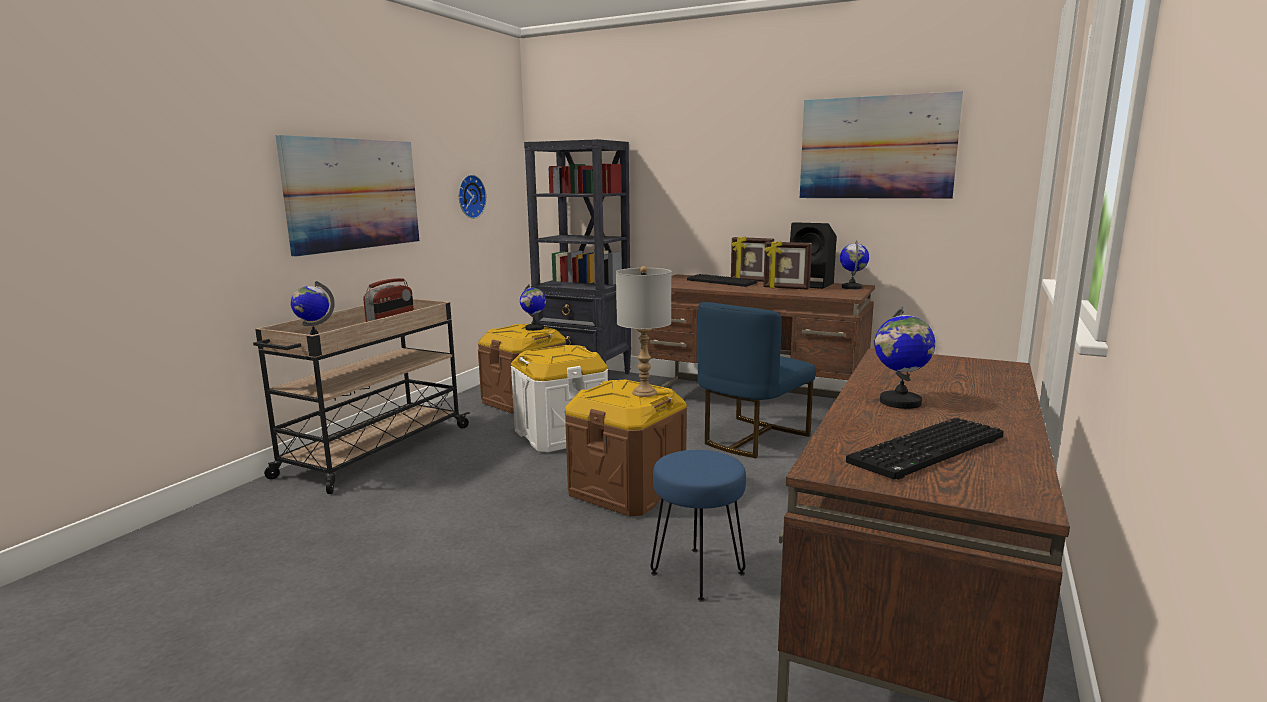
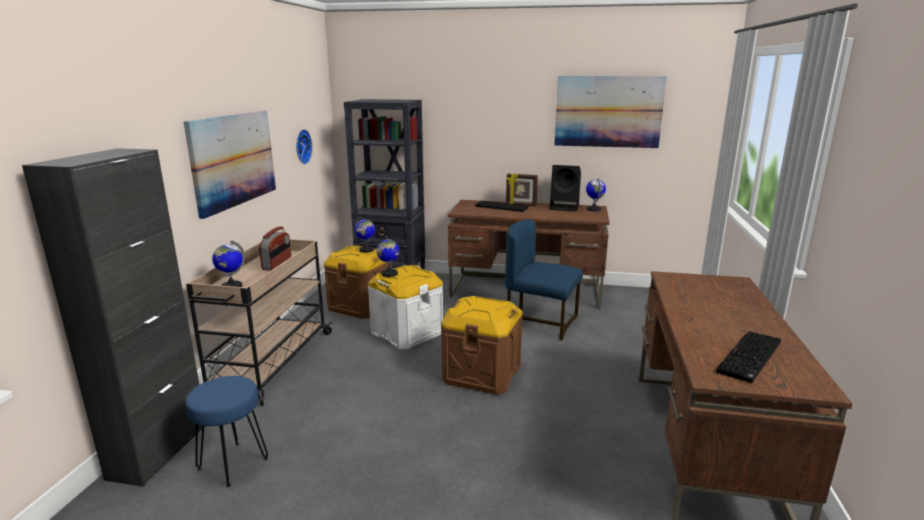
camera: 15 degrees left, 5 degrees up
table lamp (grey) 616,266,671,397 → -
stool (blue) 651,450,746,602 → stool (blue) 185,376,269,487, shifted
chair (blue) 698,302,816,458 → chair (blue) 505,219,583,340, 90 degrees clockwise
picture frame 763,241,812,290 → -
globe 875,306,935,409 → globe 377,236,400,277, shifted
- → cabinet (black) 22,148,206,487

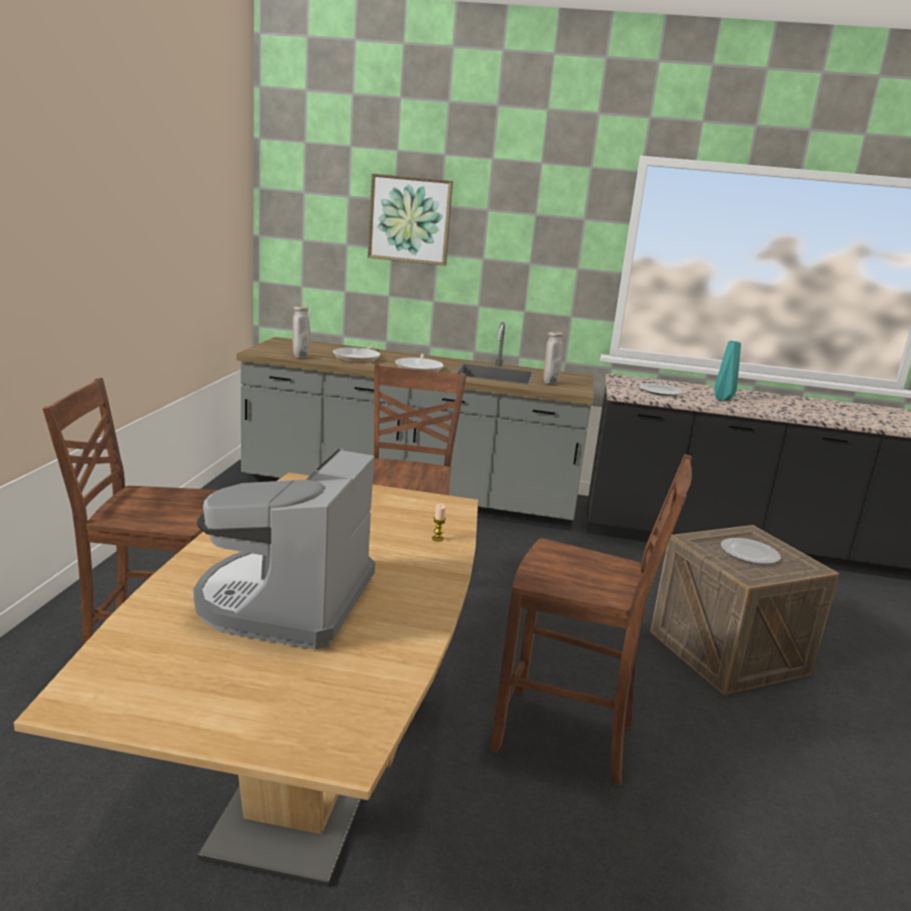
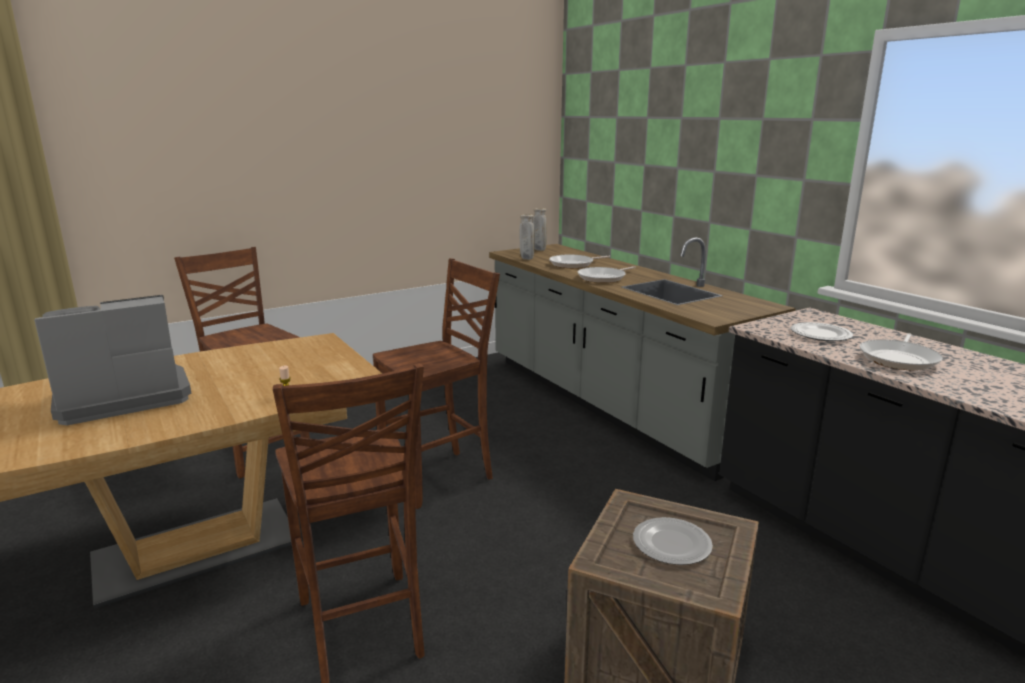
camera: 50 degrees right, 0 degrees up
picture 368,173,453,266 → -
vase (beige) 544,332,564,384 → vase (beige) 533,208,547,251, shifted
vase (turquoise) 714,341,741,401 → frying pan 859,333,943,371

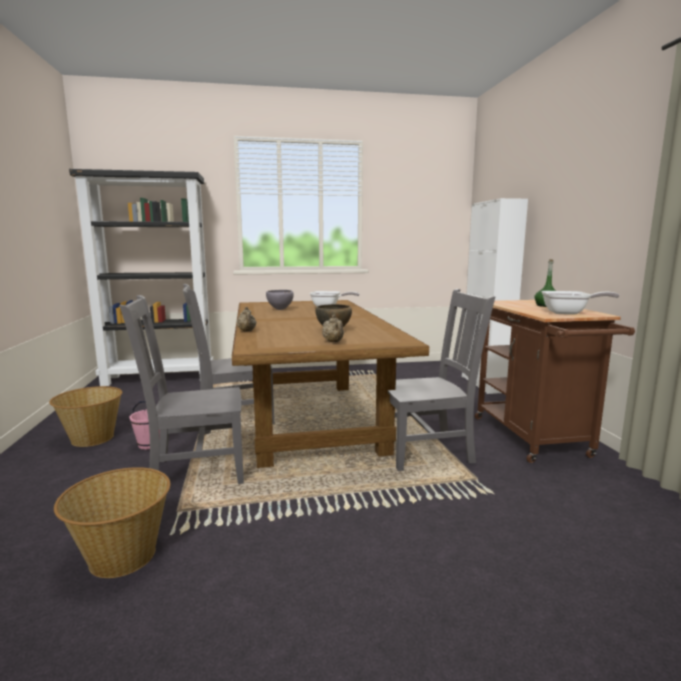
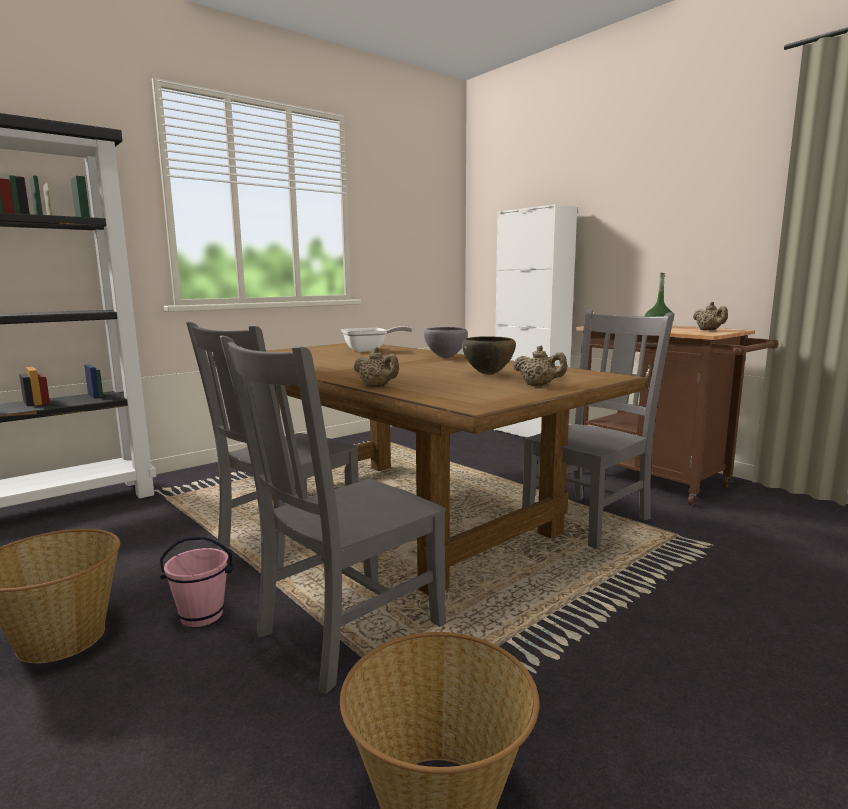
camera: 30 degrees left, 0 degrees up
bowl (grey) 266,290,294,310 → bowl (grey) 424,327,468,358, shifted
frying pan 541,291,619,315 → teapot (beige) 693,302,728,330

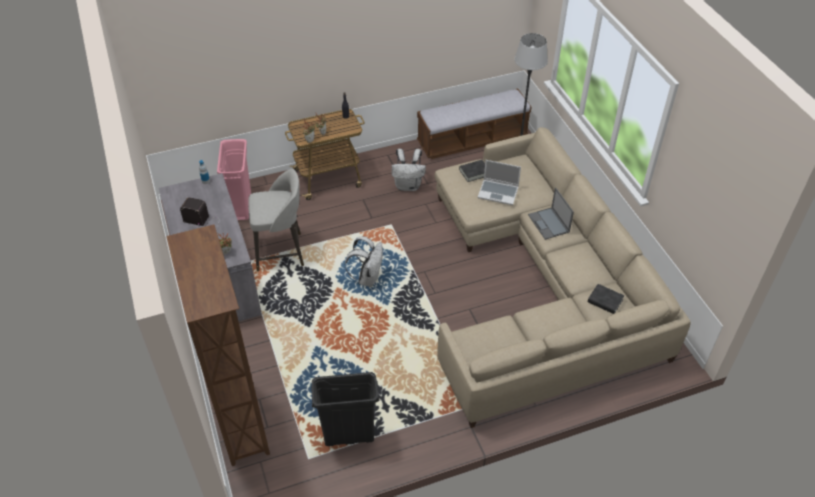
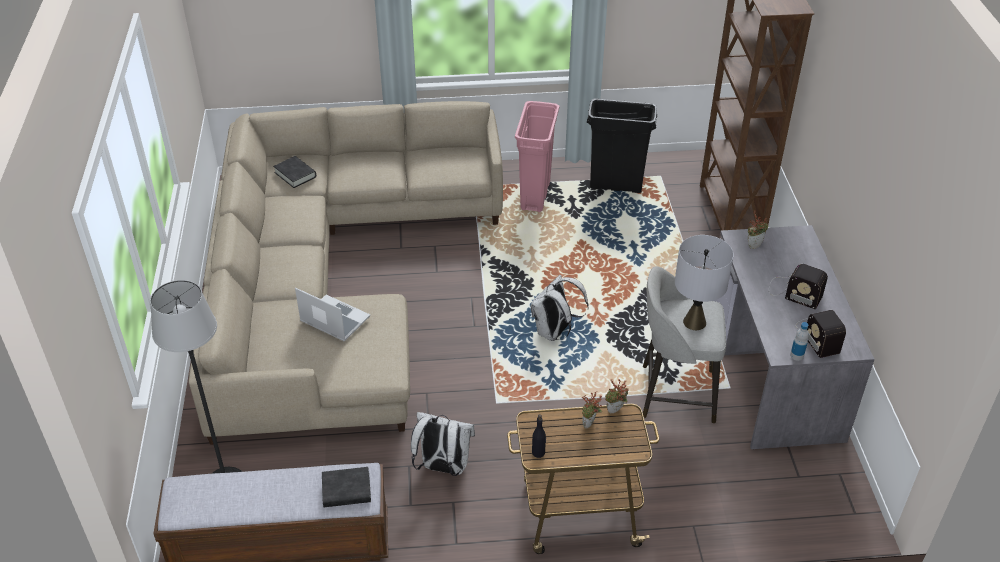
camera: 165 degrees left, 5 degrees down
trash can (pink) 217,139,251,220 → trash can (pink) 515,101,559,212, shifted
book (black) 459,160,485,182 → book (black) 322,467,371,507, shifted
laptop 528,187,574,240 → -
- → table lamp (grey) 675,235,734,330
- → radio 796,310,846,358

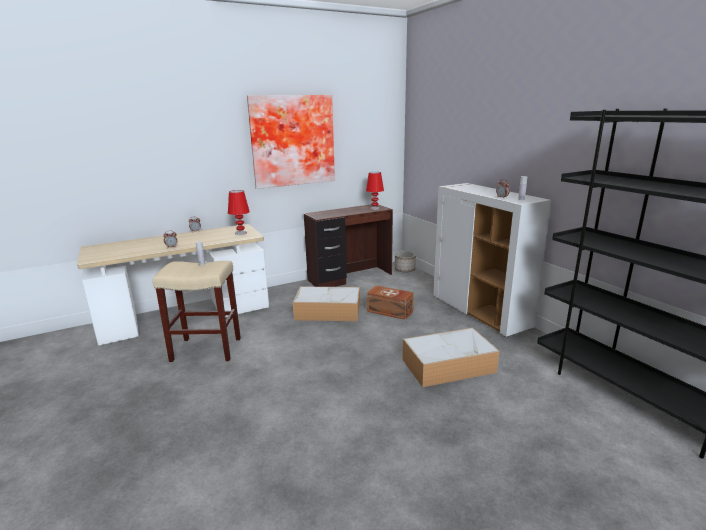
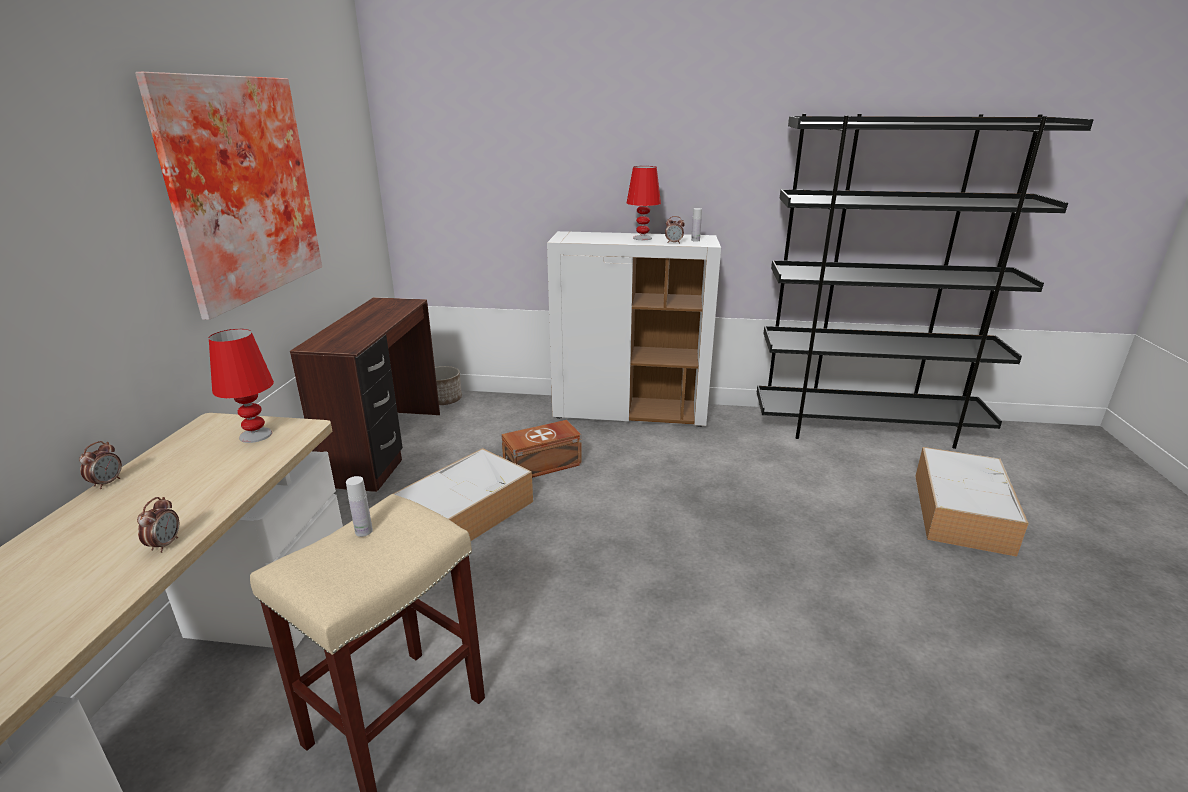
camera: 55 degrees left, 5 degrees up
table lamp (red) 366,172,384,210 → table lamp (red) 627,166,661,240, shifted
storage box 402,328,500,387 → storage box 915,447,1029,557, shifted

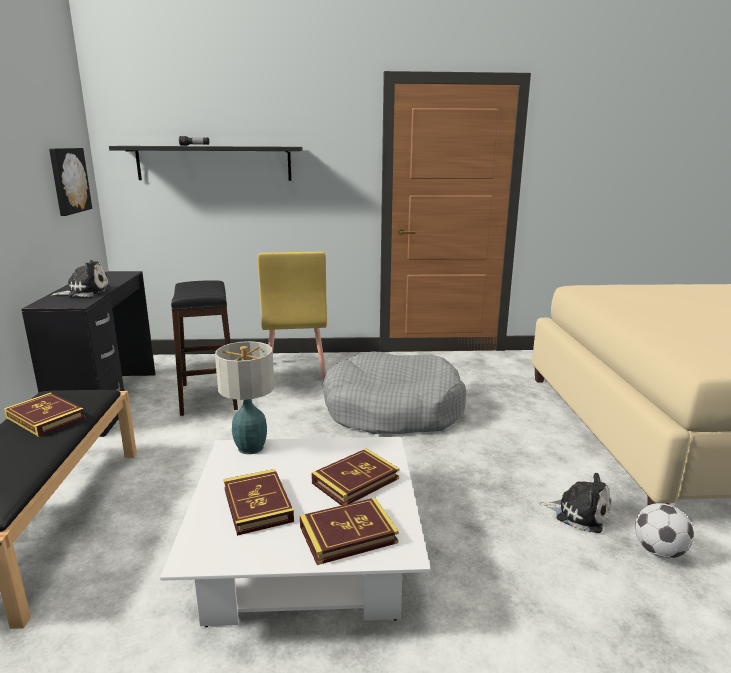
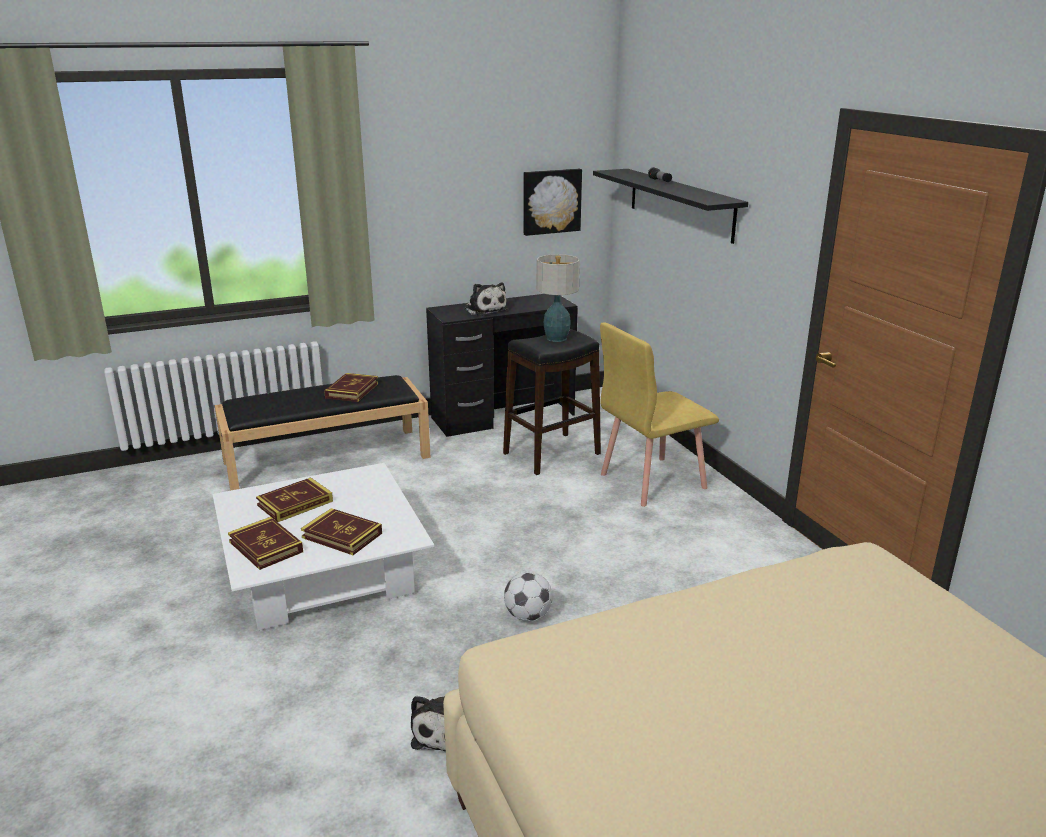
camera: 70 degrees right, 5 degrees up
table lamp 215,341,274,454 → table lamp 536,254,580,342, shifted
dog bed (grey) 322,351,466,434 → -
football 635,503,694,558 → football 504,572,553,621, shifted

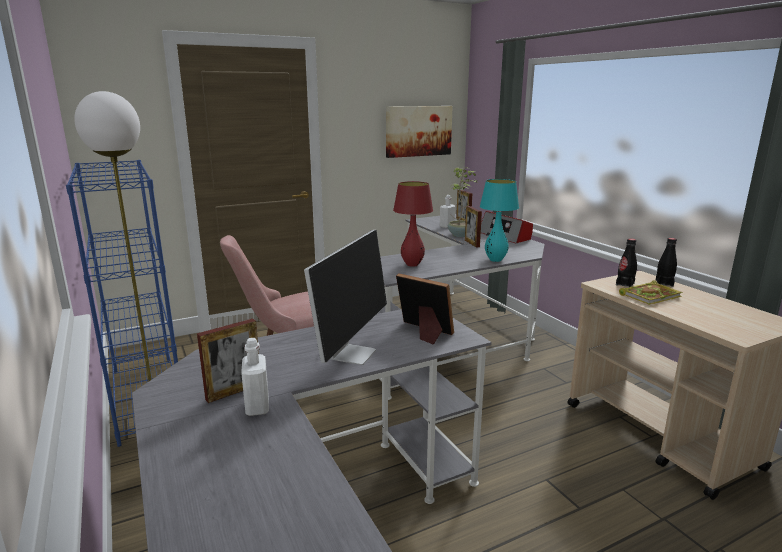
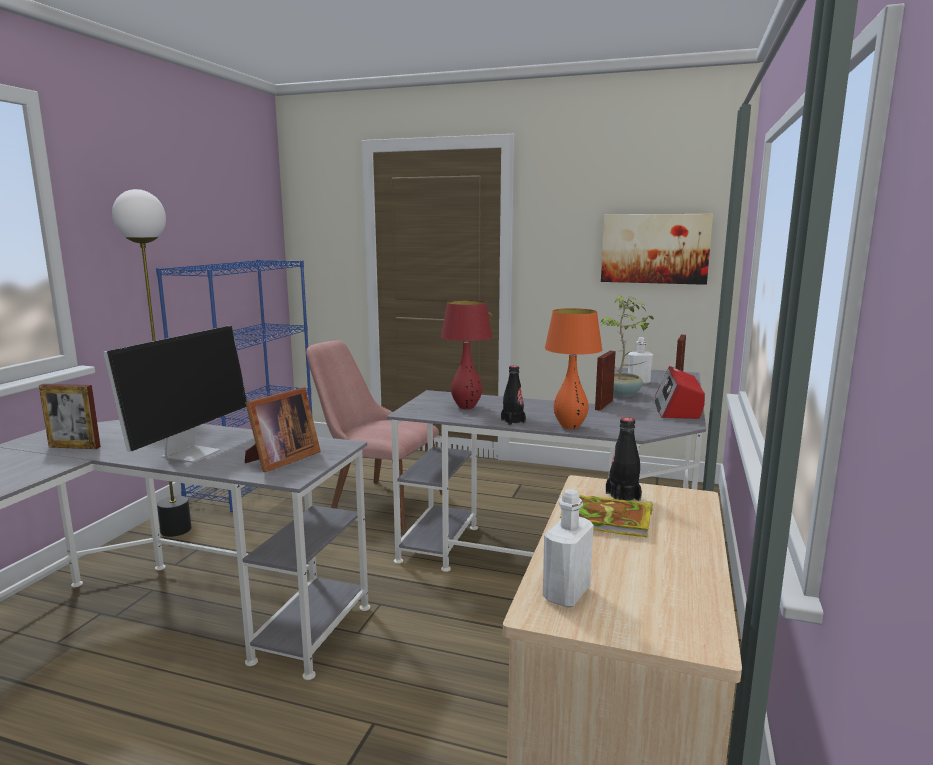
camera: 45 degrees right, 5 degrees down
bottle (white) 241,338,269,416 → bottle (white) 543,489,594,608, shifted
monitor 304,230,387,365 → monitor 103,325,247,463, 45 degrees counterclockwise
picture frame 396,273,454,345 → picture frame 245,387,321,472, 45 degrees clockwise
table lamp (turquoise) 480,179,519,262 → table lamp (orange) 545,308,603,429
bottle (black) 655,238,677,287 → bottle (black) 501,366,526,425, shifted

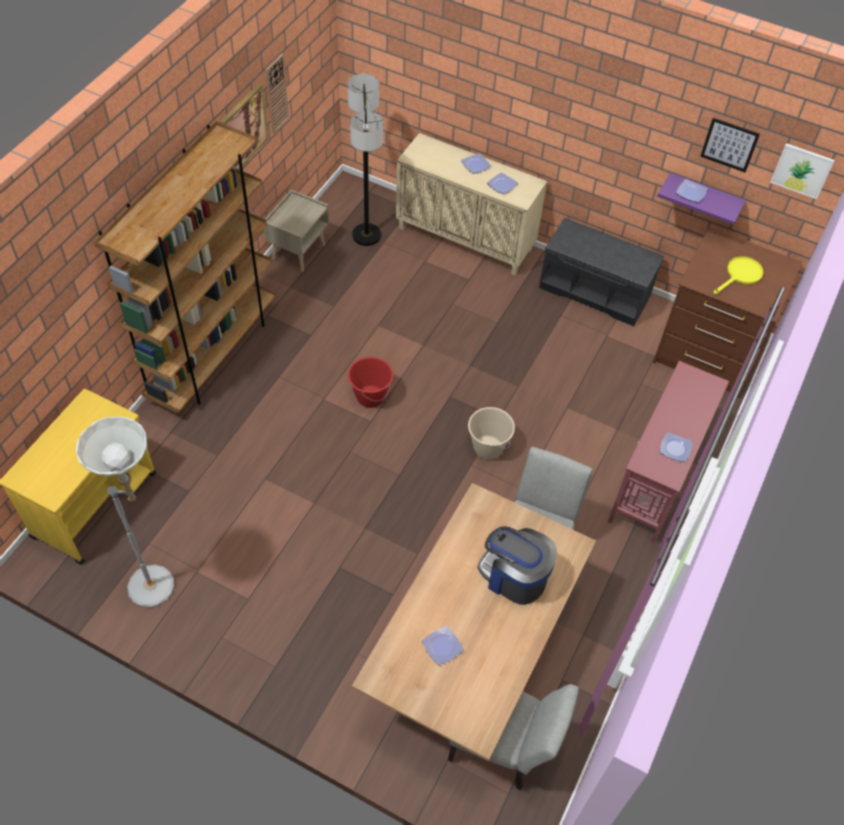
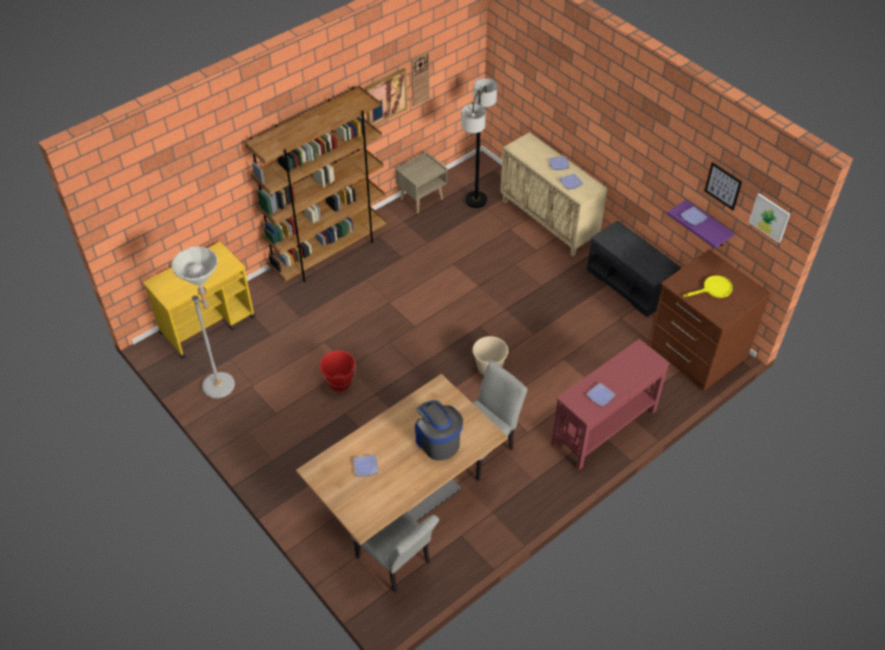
camera: 25 degrees right, 5 degrees down
bucket (red) 348,357,393,408 → bucket (red) 319,351,356,392, shifted

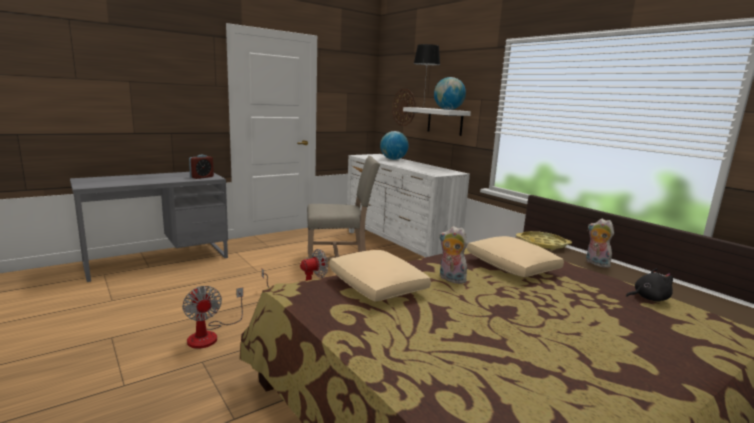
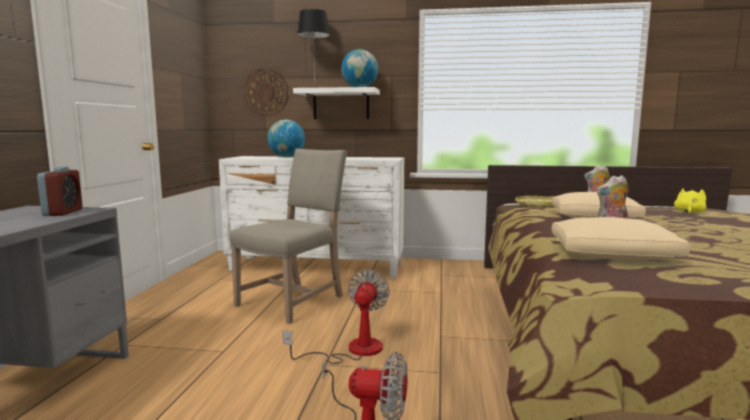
camera: 45 degrees left, 5 degrees down
plush toy (black) 626,268,673,302 → plush toy (yellow) 674,188,707,214

